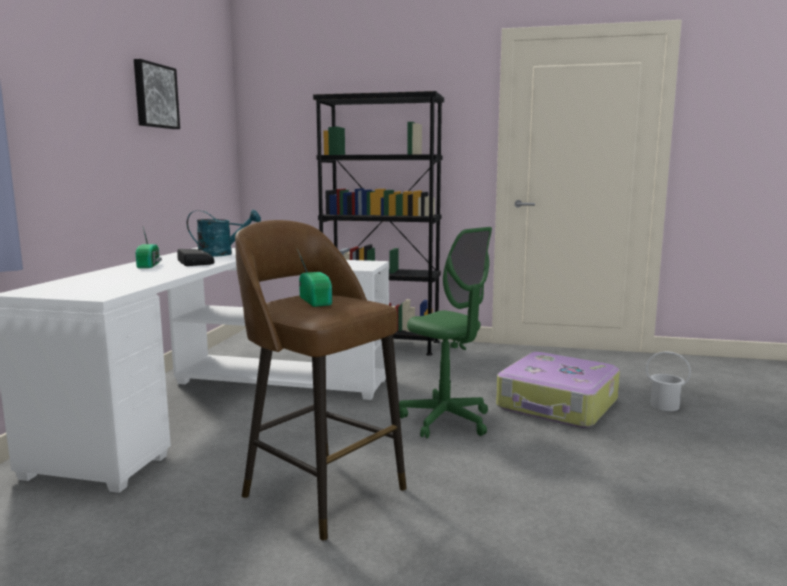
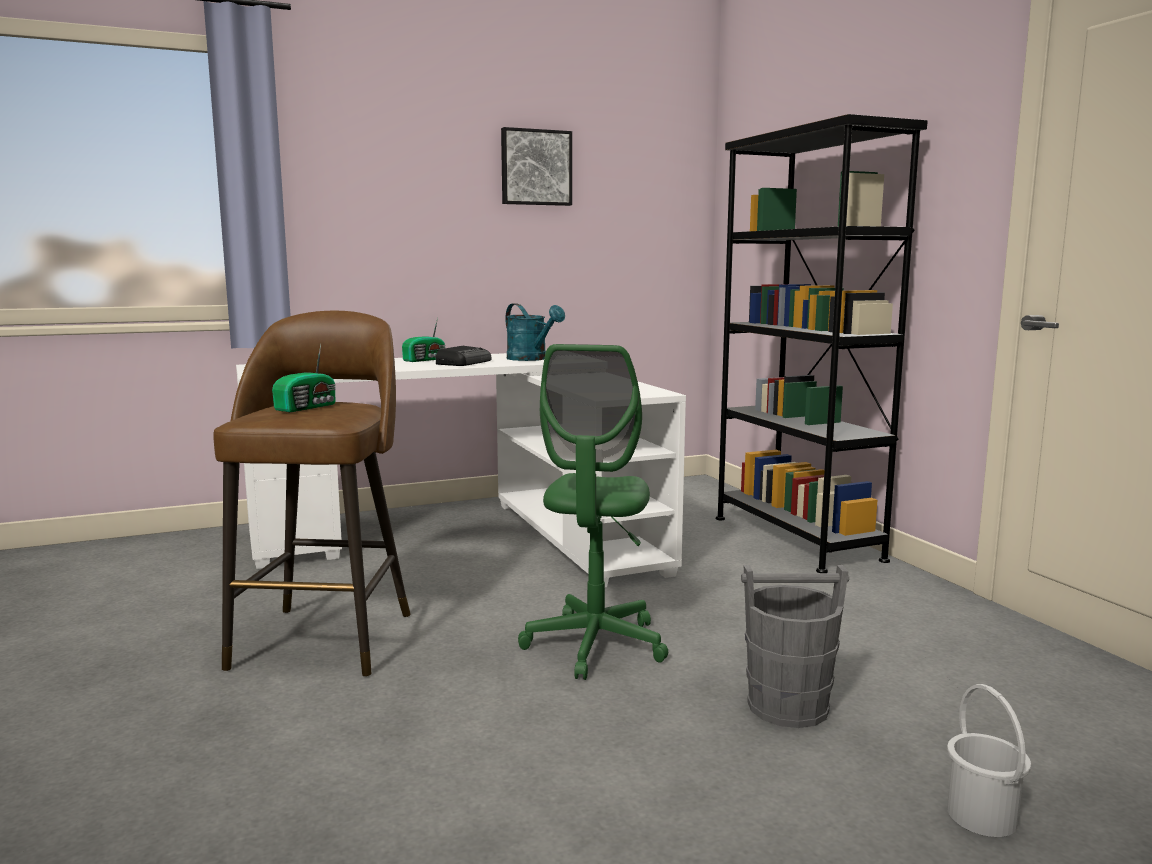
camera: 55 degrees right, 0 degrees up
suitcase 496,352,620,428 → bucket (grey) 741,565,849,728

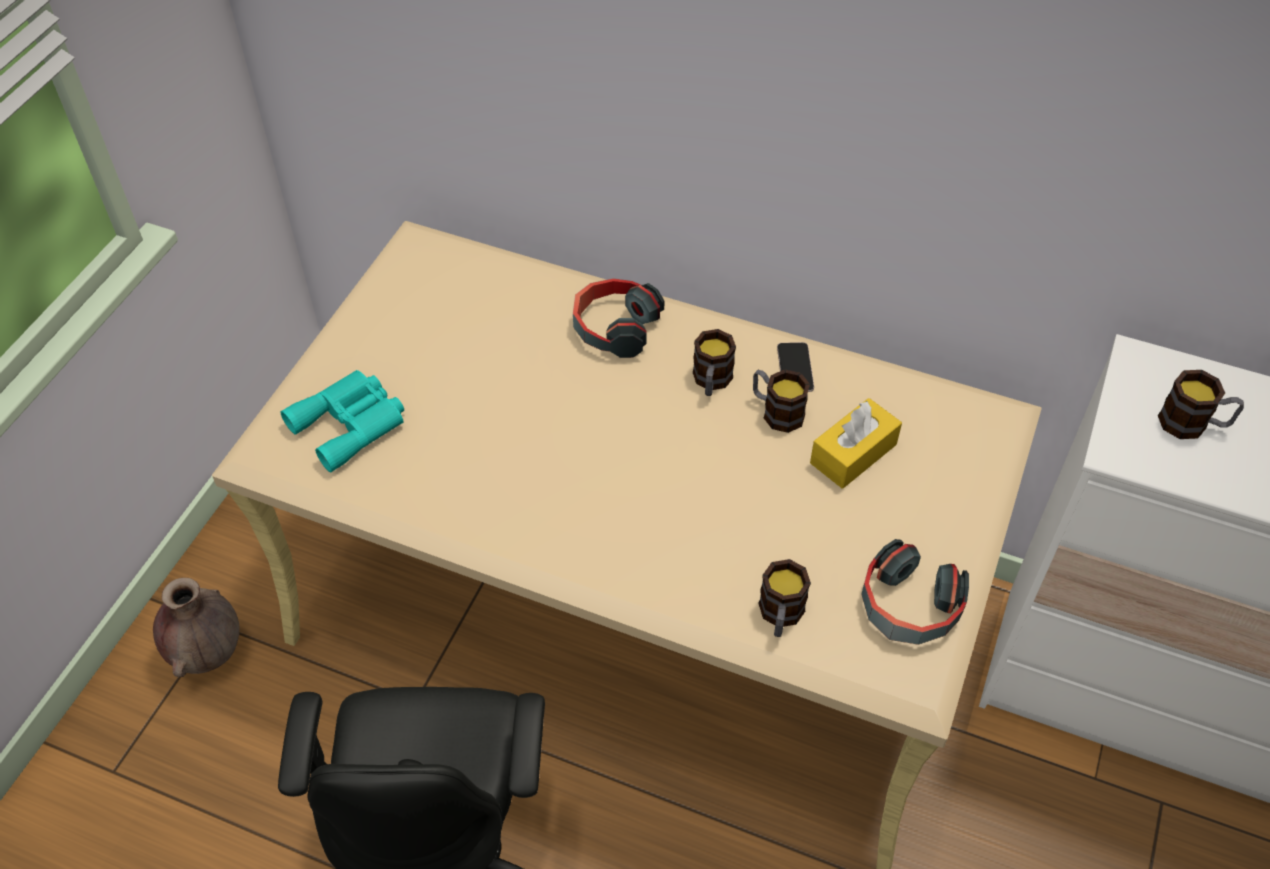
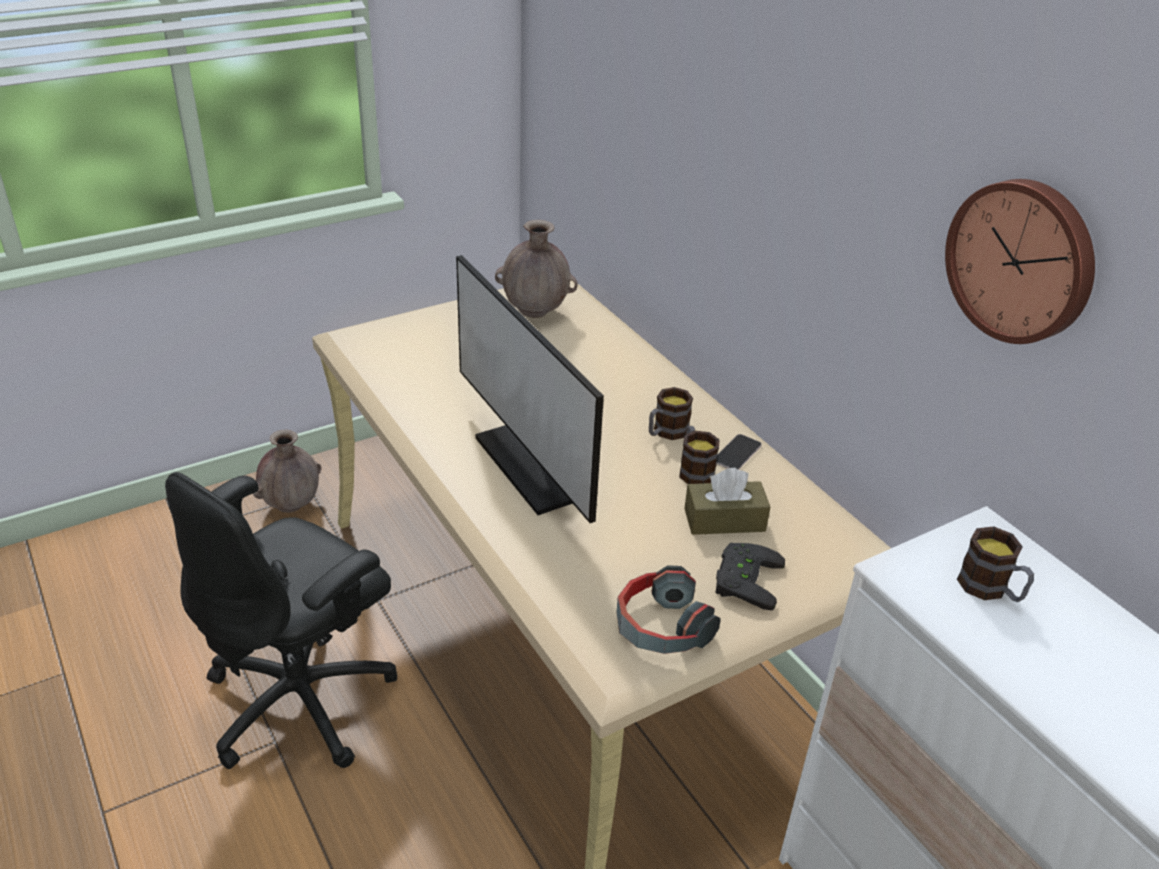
camera: 35 degrees right, 15 degrees down
binoculars (turquoise) 280,370,404,472 → -
headphones 573,278,664,358 → -
mug 758,559,811,637 → -
tissue box (yellow) 810,398,902,489 → tissue box (brown) 684,468,770,535
- → monitor 456,255,604,523
- → vase (brown) 495,220,578,318
- → game controller (black) 715,543,785,610
- → wall clock 945,179,1095,344

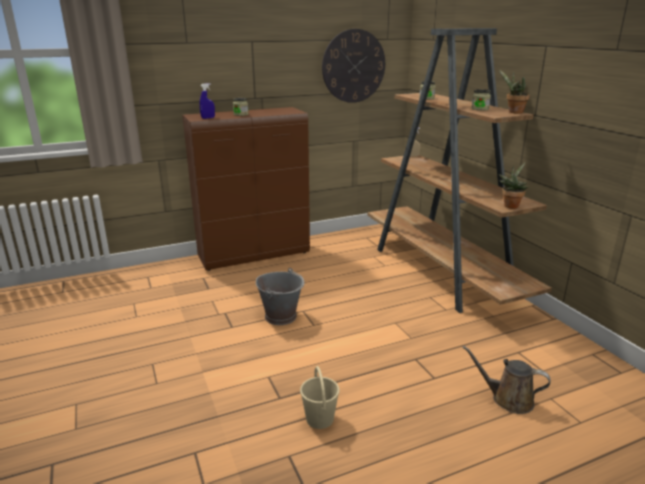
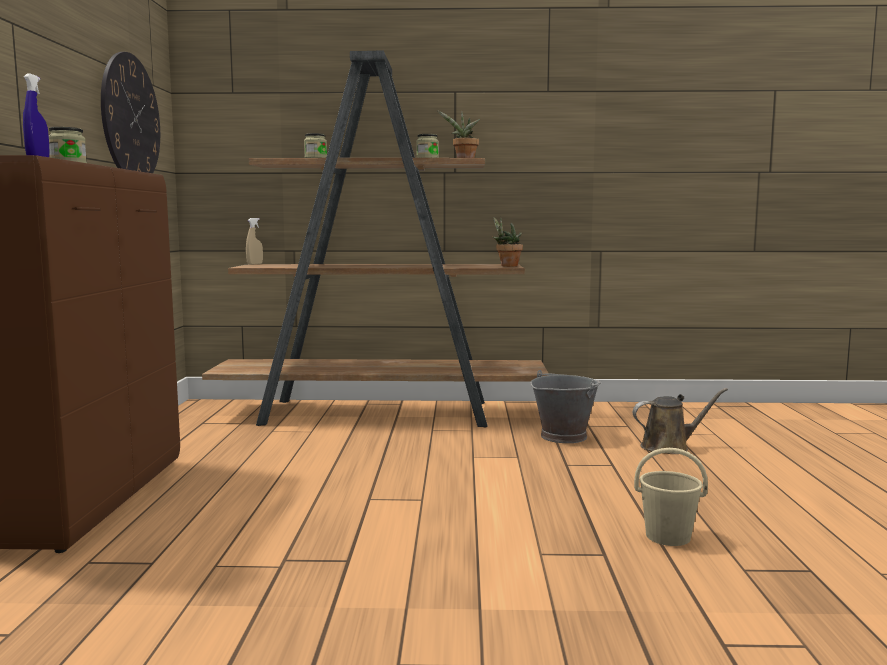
camera: 65 degrees left, 15 degrees down
bucket (grey) 256,268,304,325 → bucket (grey) 530,370,601,443, shifted
watering can (brown) 462,345,551,414 → watering can (brown) 633,388,728,454, 150 degrees counterclockwise

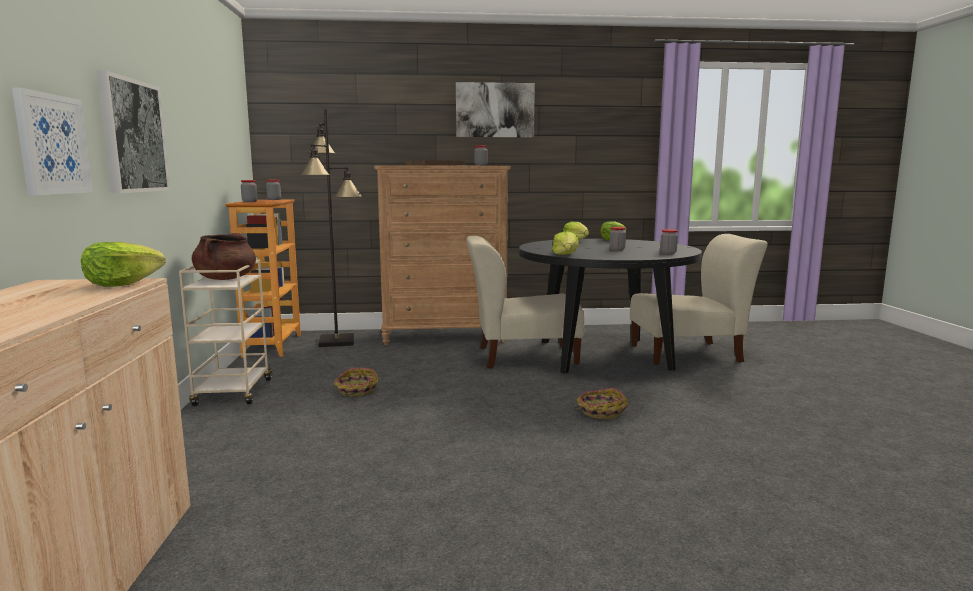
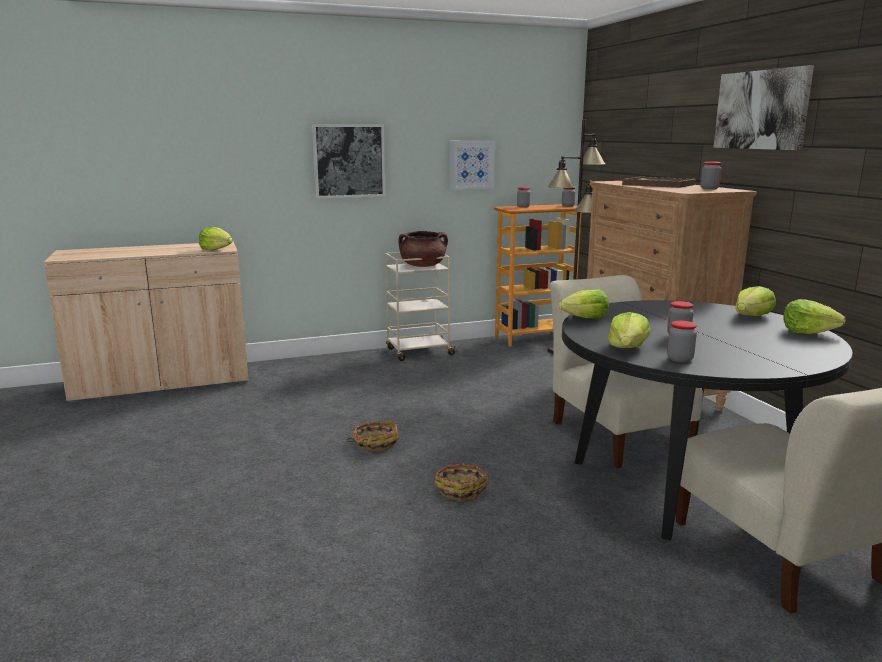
camera: 75 degrees right, 5 degrees up
picture 12,87,93,195 → picture 450,141,495,189, shifted
basket 333,368,379,397 → basket 346,420,399,452, shifted
- → lettuce 608,312,650,348

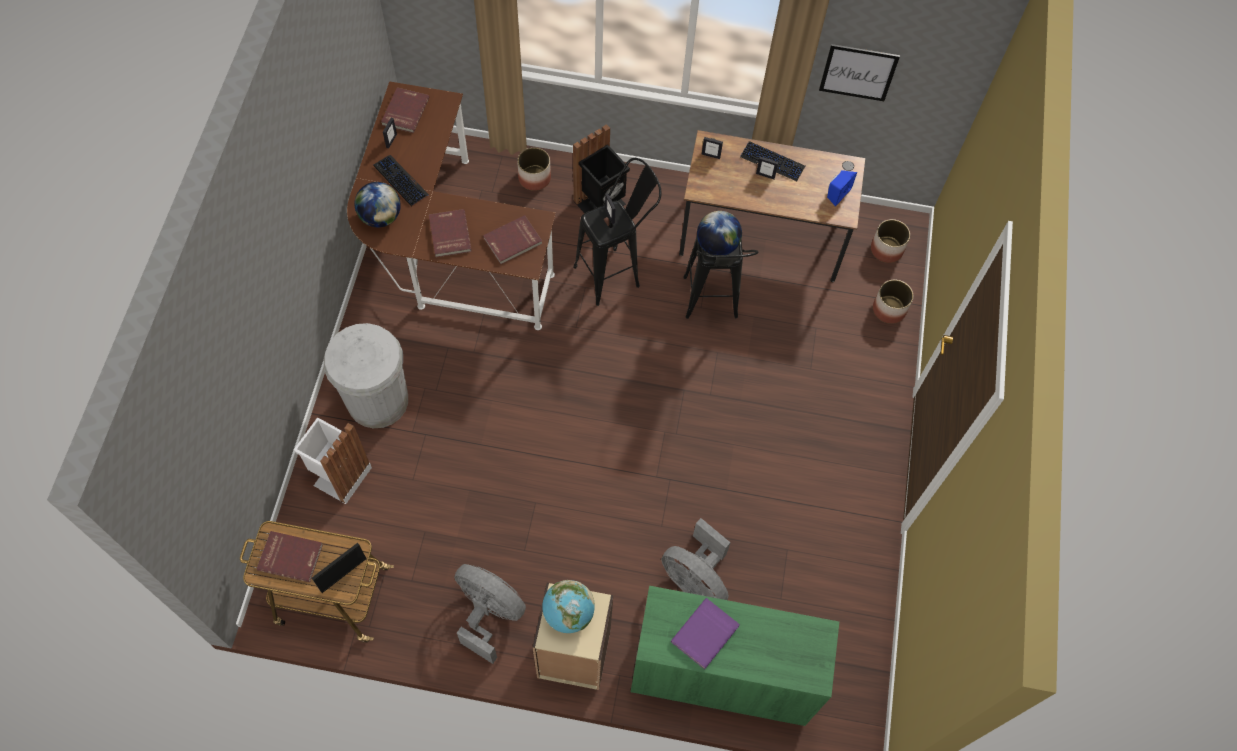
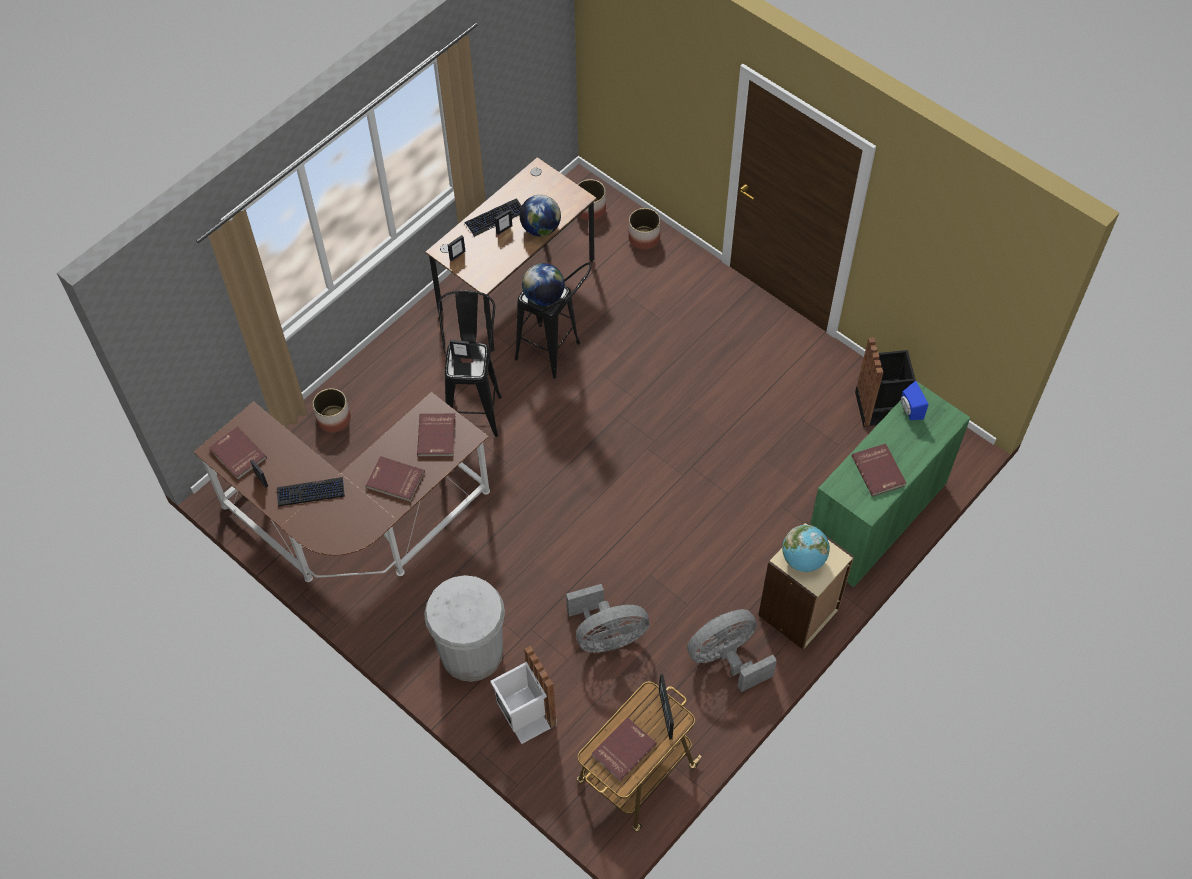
camera: 55 degrees left, 5 degrees down
globe 354,182,401,227 → globe 519,195,561,236, shifted
trash can (black) 573,124,630,213 → trash can (black) 855,337,916,427, shifted
fan (grey) 661,518,731,600 → fan (grey) 566,584,649,652, shifted
book (purple) 671,598,740,670 → book (red) 852,443,906,497
picture 819,44,900,101 → -
speaker (blue) 827,170,857,206 → speaker (blue) 901,381,929,420, shifted

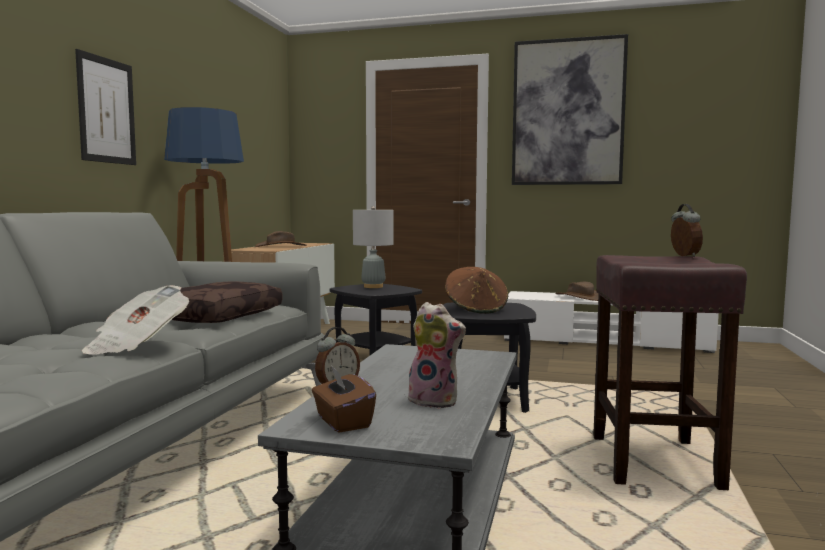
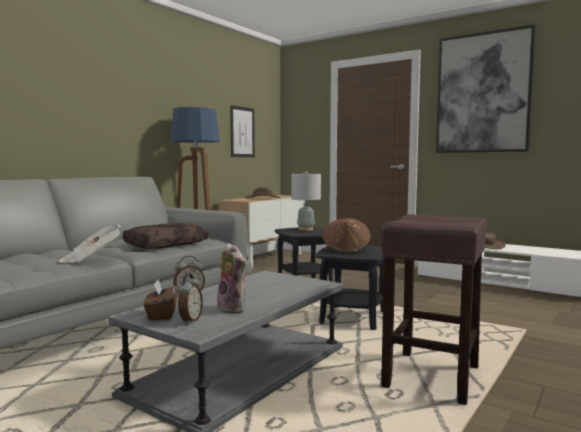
camera: 20 degrees right, 0 degrees up
picture 75,49,136,165 → picture 230,105,255,157, shifted
alarm clock 671,204,703,257 → alarm clock 177,274,203,324, shifted

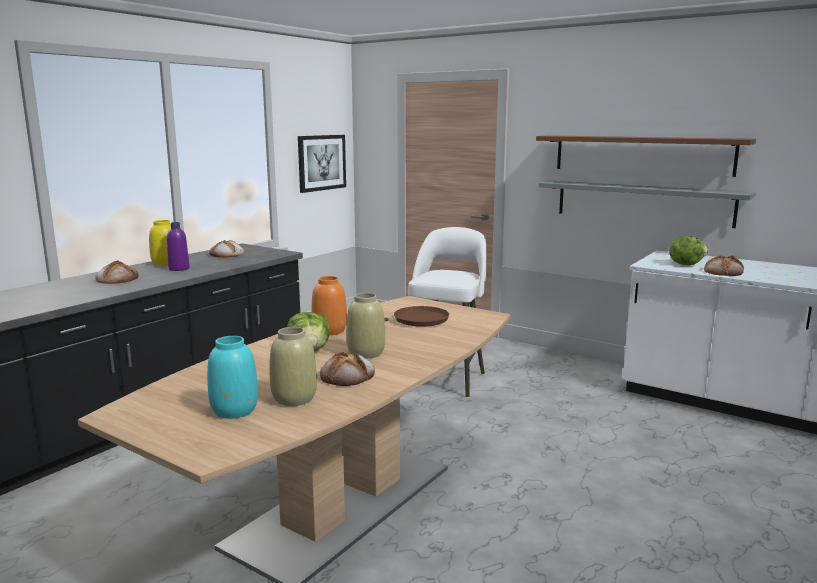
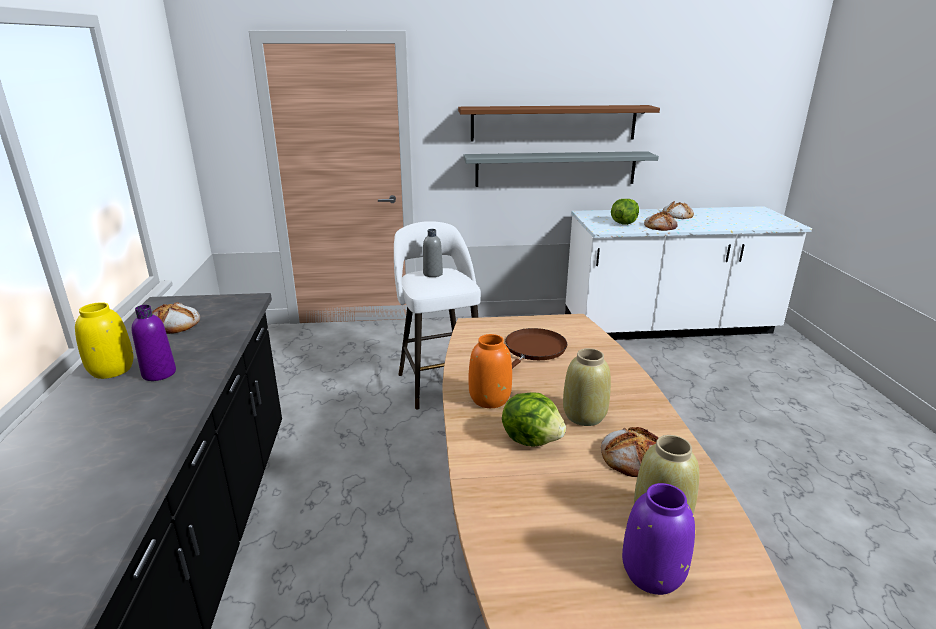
camera: 40 degrees left, 10 degrees up
bread 95,260,139,284 → bread 662,201,694,219, shifted
vase (turquoise) 207,336,258,419 → vase (purple) 622,483,695,595
picture 298,135,346,193 → -
- → bottle (grey) 423,229,443,277

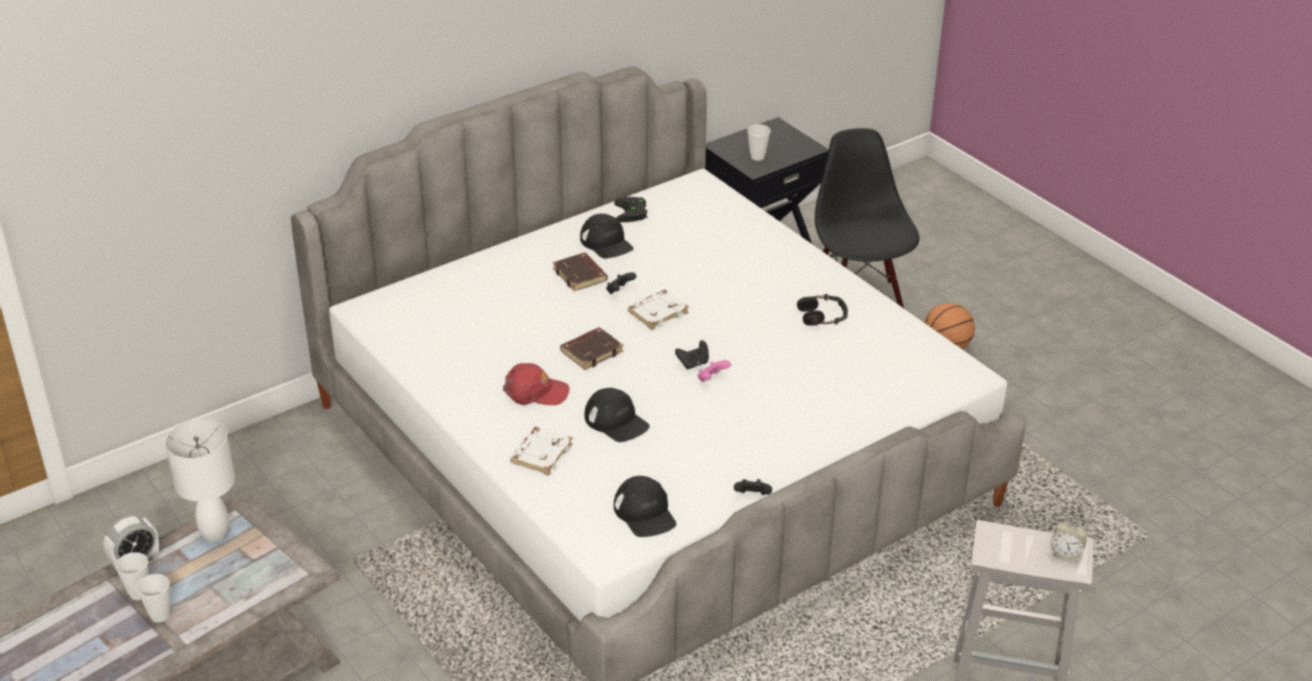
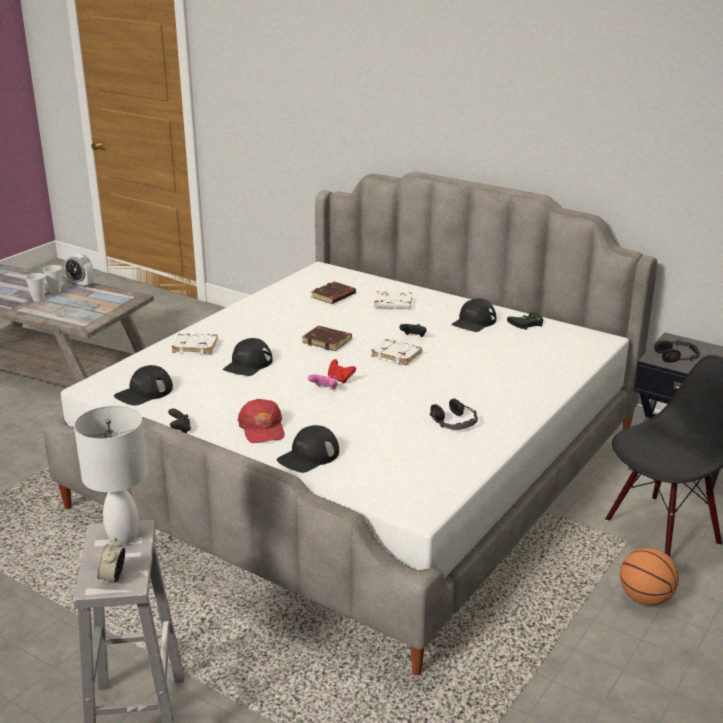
camera: 70 degrees right, 10 degrees down
table lamp (white) 165,419,235,542 → table lamp (white) 74,405,148,545, shifted
cap (red) 503,363,570,405 → cap (red) 238,399,284,443, shifted
book (brown) 553,253,608,291 → book (brown) 311,281,356,304, shifted
game controller (black) 675,340,709,369 → game controller (red) 328,359,356,384
cup 747,124,771,161 → headphones 654,340,700,363
- → cap (black) 277,425,339,473
- → book (white) 374,291,412,309

